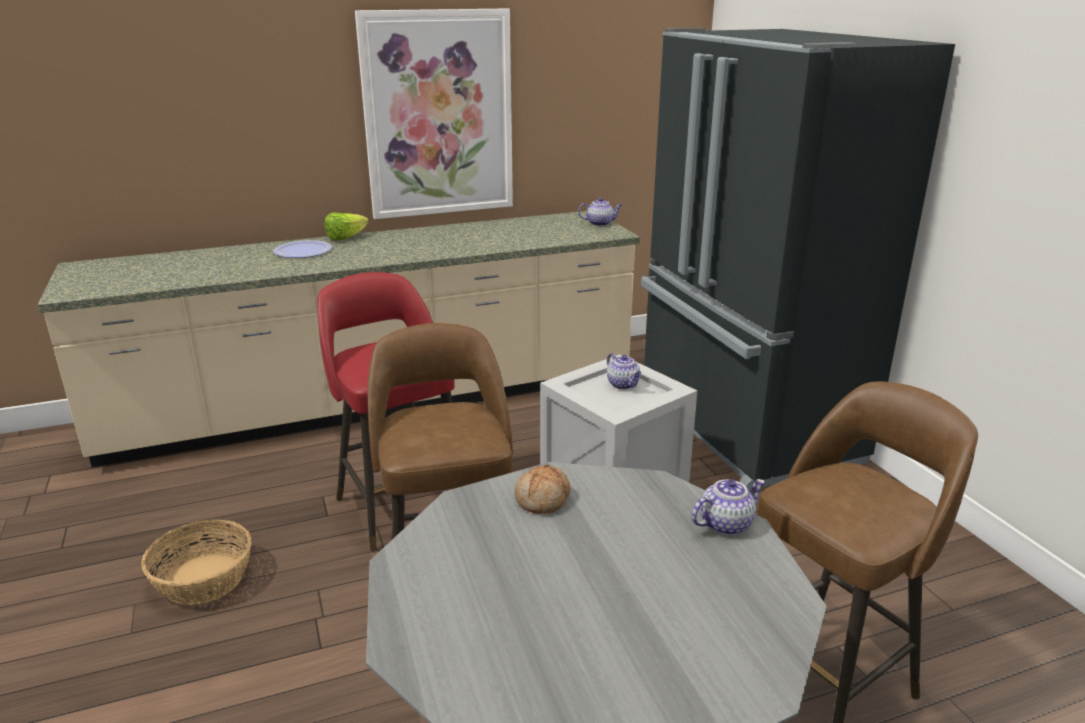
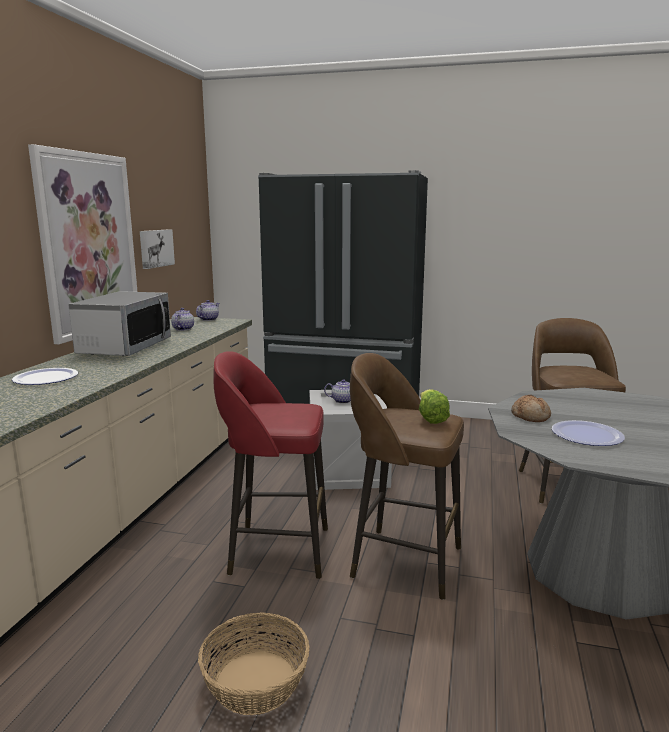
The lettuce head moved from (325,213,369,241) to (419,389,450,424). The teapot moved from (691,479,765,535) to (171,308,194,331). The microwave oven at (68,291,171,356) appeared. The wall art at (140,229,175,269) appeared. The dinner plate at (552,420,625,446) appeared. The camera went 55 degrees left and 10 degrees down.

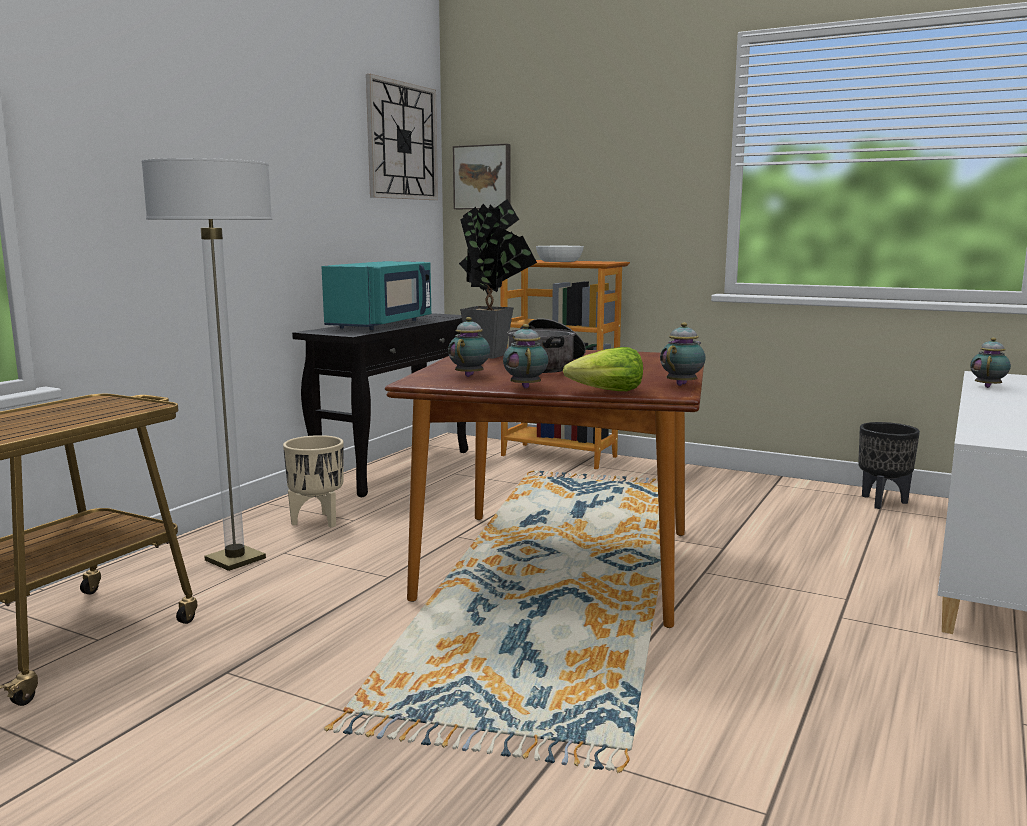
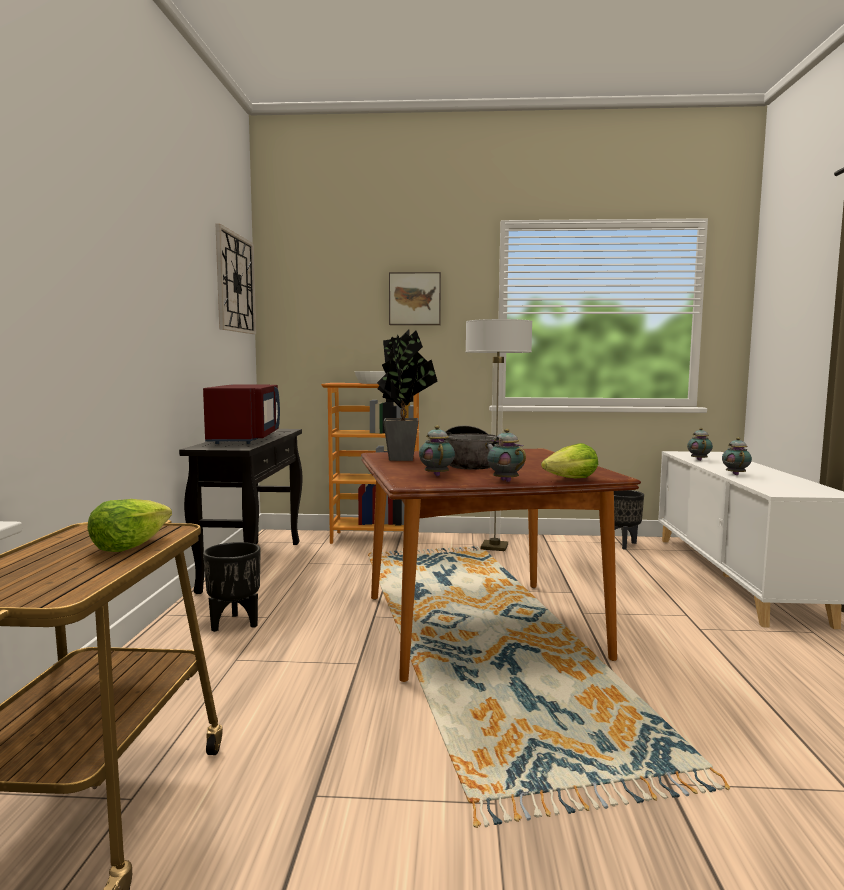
The standing lamp moved from (141,158,273,571) to (465,319,533,551). The beige-coloured plant pot at (283,435,344,528) became the black-coloured plant pot at (203,542,261,632). The turquoise-coloured microwave oven at (322,261,431,330) became the red microwave oven at (203,385,280,444). The wall art moved from (453,144,511,209) to (389,272,441,325). The teapot moved from (660,322,706,386) to (722,437,752,475). The lettuce head at (87,499,172,552) appeared. The camera went 25 degrees left and 5 degrees down.

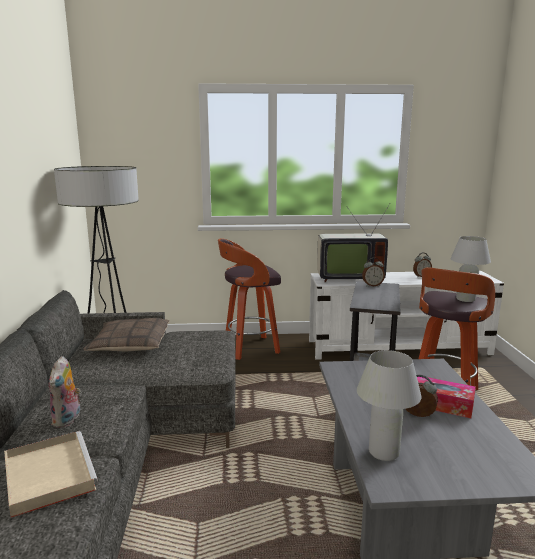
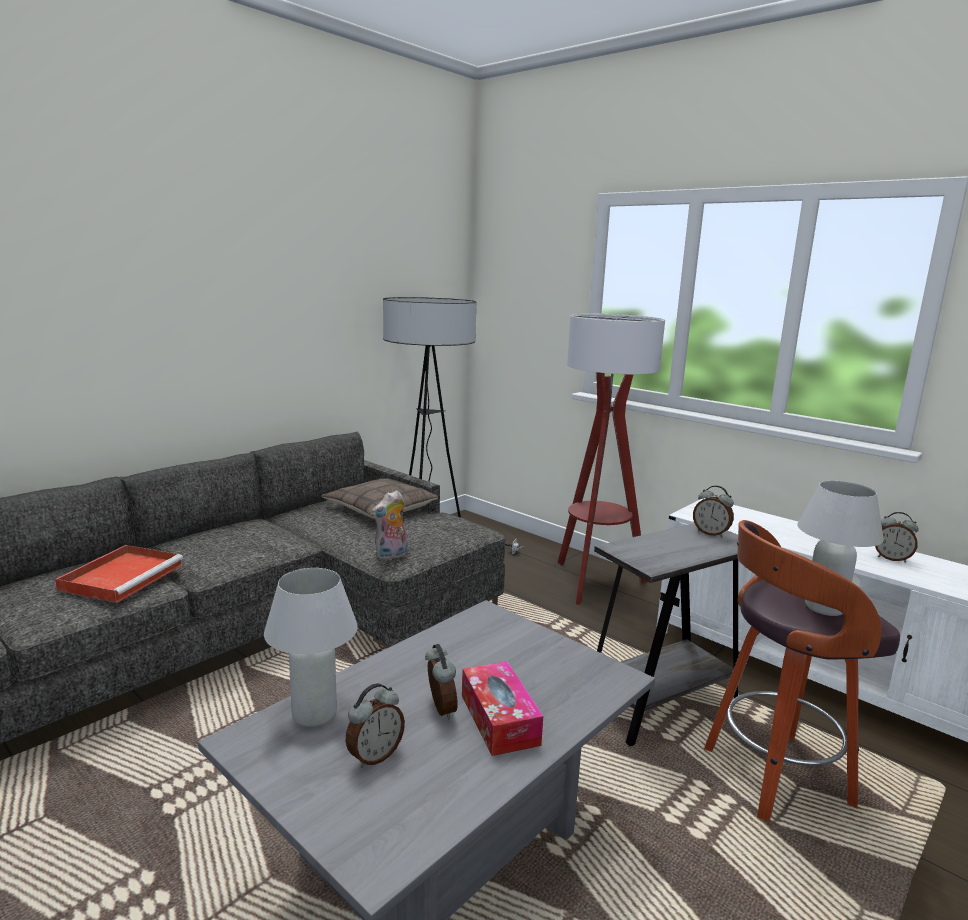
The beige-coloured tray at (4,431,98,518) became the red tray at (55,545,183,603). The soft toy moved from (48,356,81,428) to (372,490,408,561). The stool seat at (218,238,281,360) was replaced by the standing lamp at (557,314,665,605). The television at (317,204,390,282) disappeared. The table clock at (345,683,405,768) appeared. The camera went 45 degrees right and 0 degrees up.

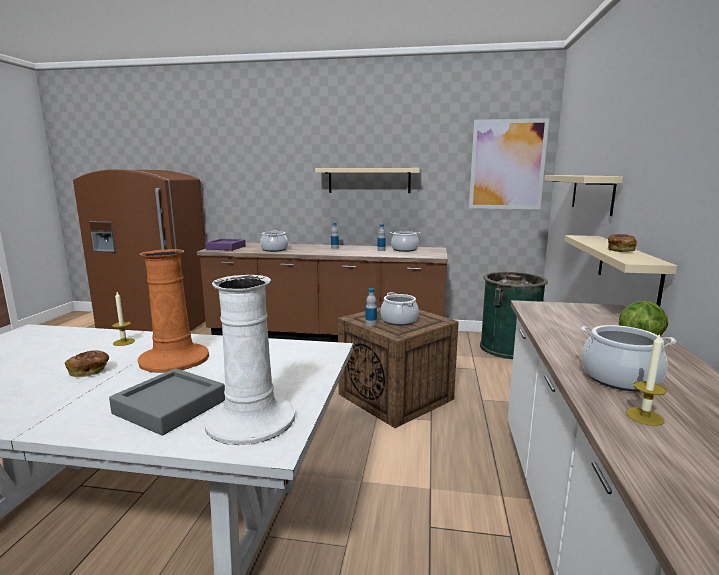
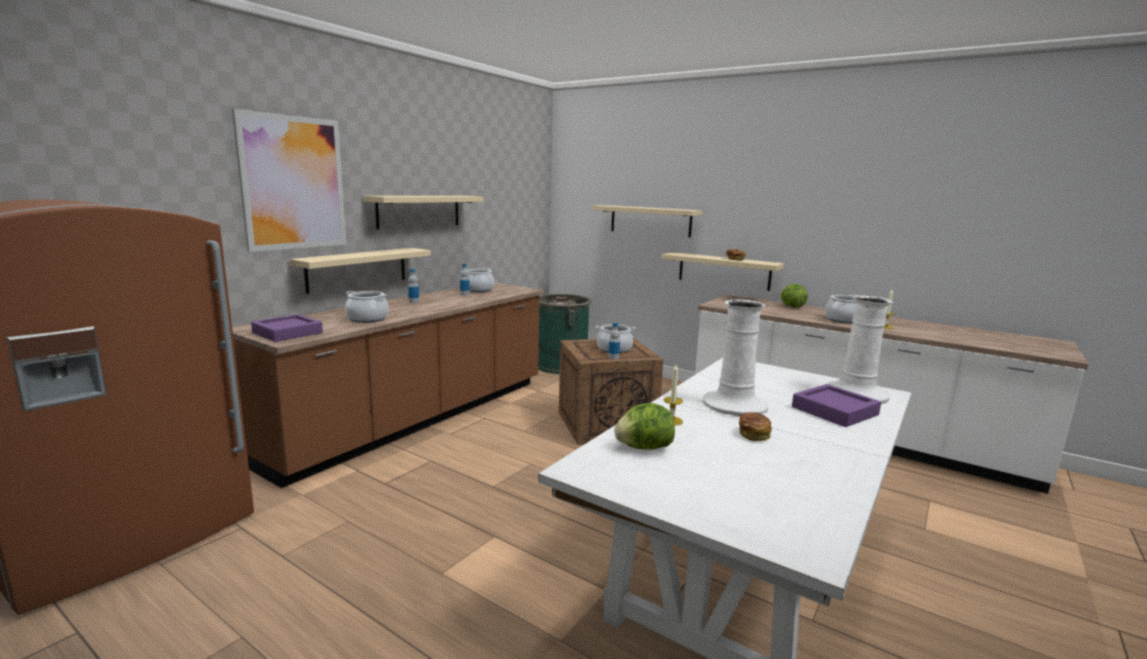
The grey tray at (109,368,225,436) became the purple-coloured tray at (792,384,881,427). The orangey decorative vase at (138,249,209,373) became the white decorative vase at (703,299,768,416). The wall art moved from (469,118,549,209) to (232,109,346,252). The beige-coloured bracket shelf at (290,248,431,294) appeared. The lettuce head at (615,403,675,450) appeared. The camera went 65 degrees left and 0 degrees up.

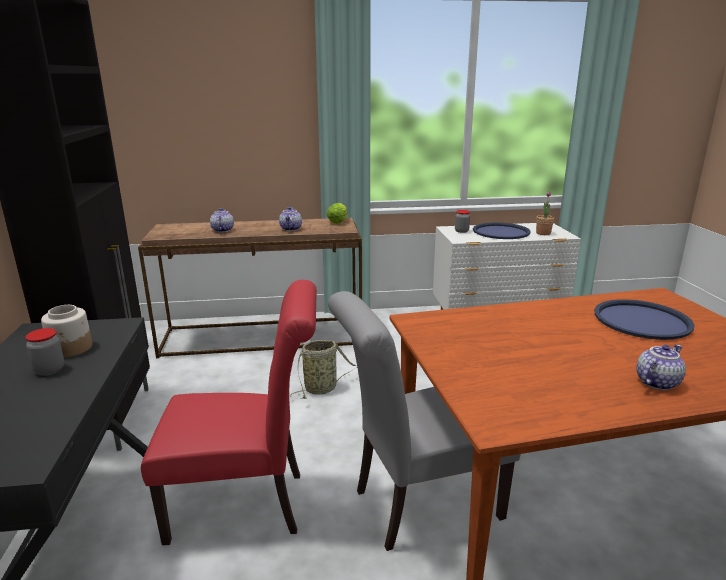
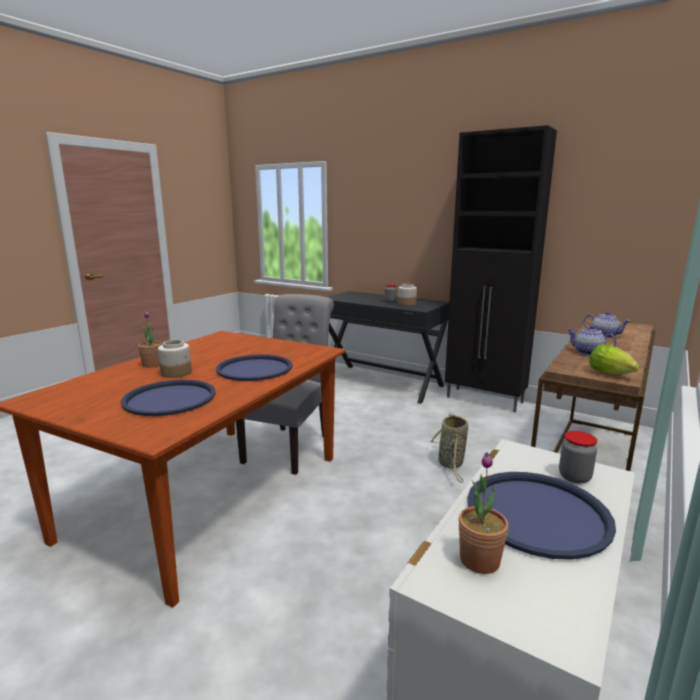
The red plain chair at (141,280,317,545) disappeared. The teapot at (636,344,686,390) was replaced by the potted plant at (138,311,162,368). The preserve jar at (158,340,192,378) appeared. The bluish tray at (216,354,293,381) appeared. The camera went 130 degrees right and 5 degrees down.

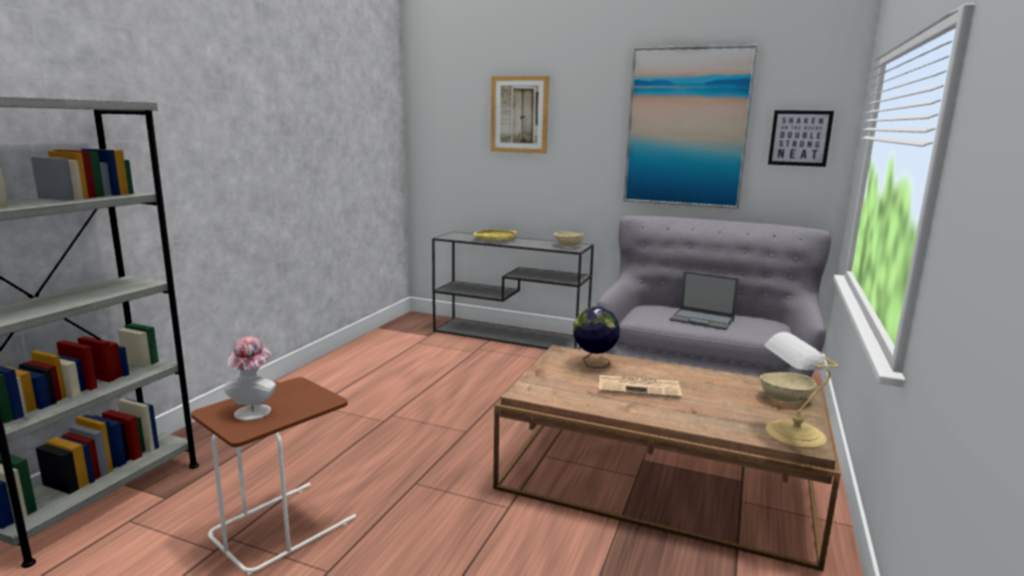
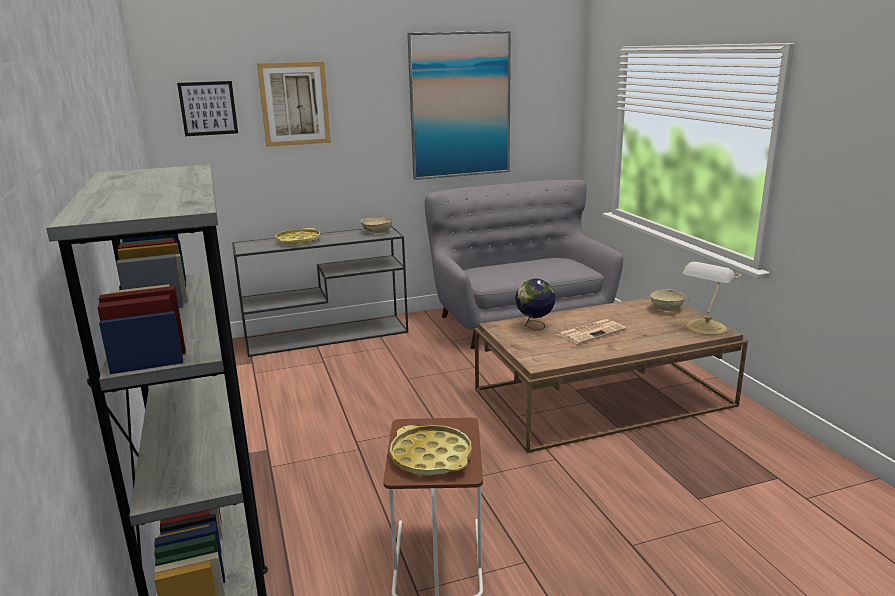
The clothing hat at (224,336,276,421) was replaced by the yellow tray at (390,425,472,475). The notebook computer at (669,271,739,330) disappeared. The wall art moved from (768,110,834,167) to (177,81,238,136). The camera went 40 degrees left and 5 degrees up.

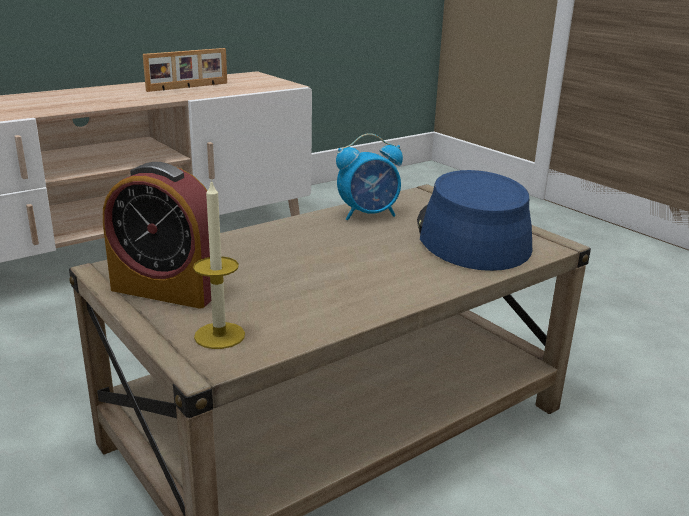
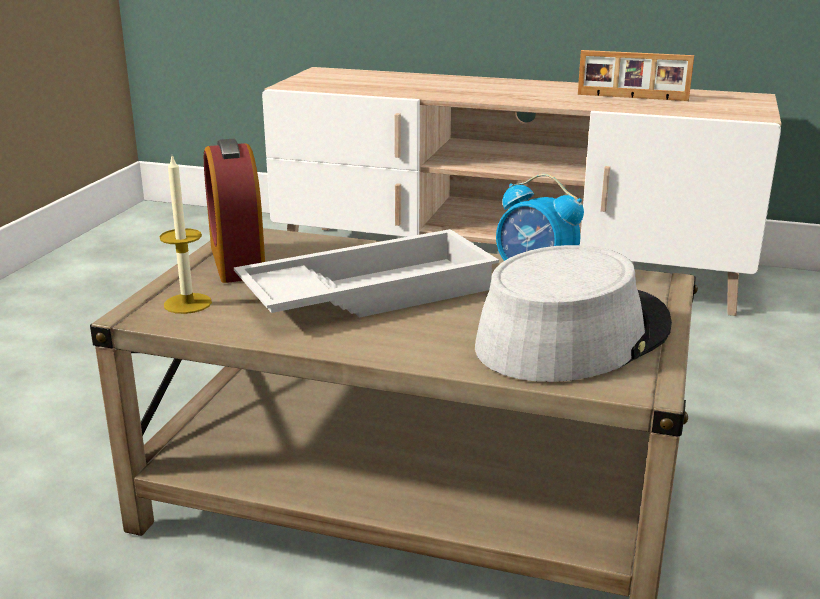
The bluish clothing hat at (417,170,532,271) became the grey clothing hat at (475,245,672,382). The white tray at (234,229,499,318) appeared. The camera went 55 degrees right and 0 degrees up.

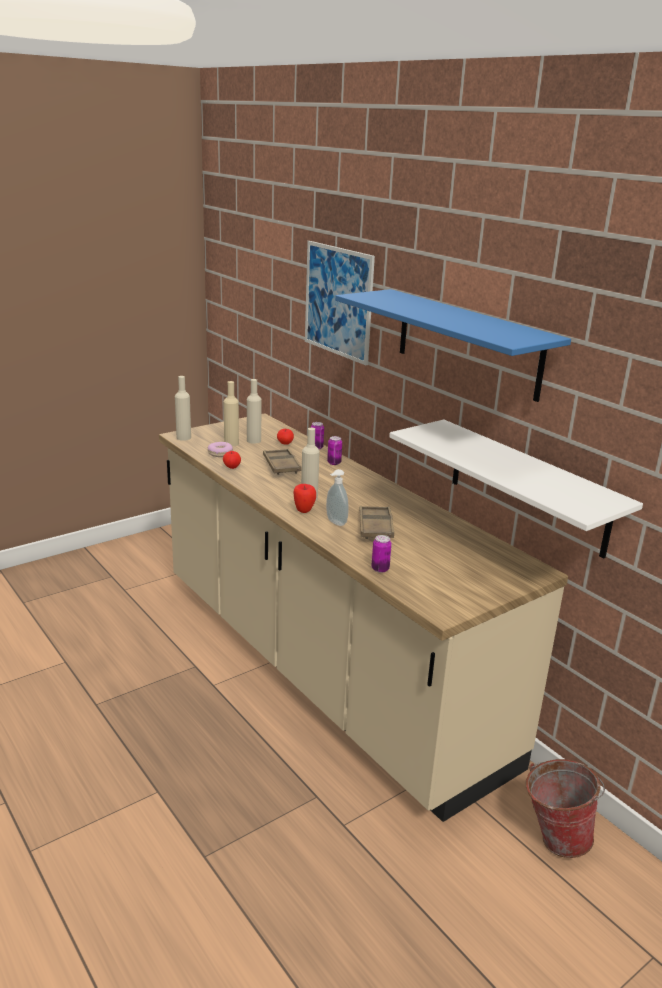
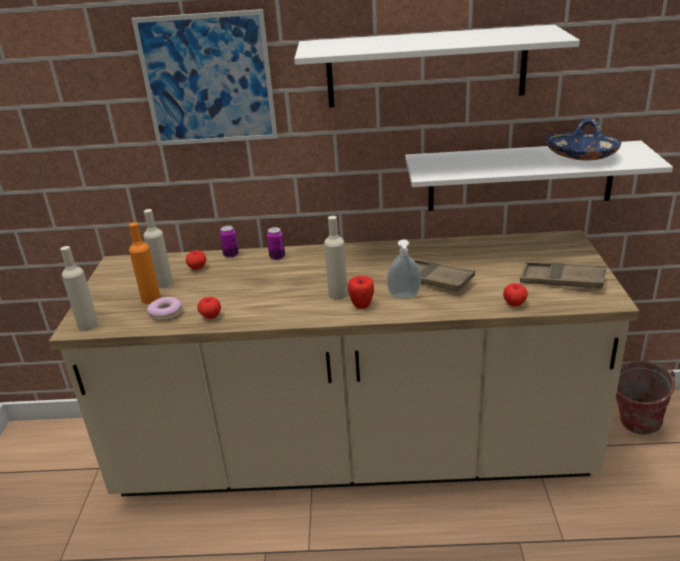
The beige-coloured bottle at (224,381,239,446) became the orangey bottle at (129,222,161,304). The brown tray moved from (263,449,302,475) to (520,262,606,289). The bluish bracket shelf at (335,289,571,402) became the white bracket shelf at (294,25,580,107). The can at (371,535,392,573) was replaced by the apple fruit at (503,283,528,307). The bluish bowl at (546,118,621,160) appeared. The camera went 50 degrees left and 5 degrees up.

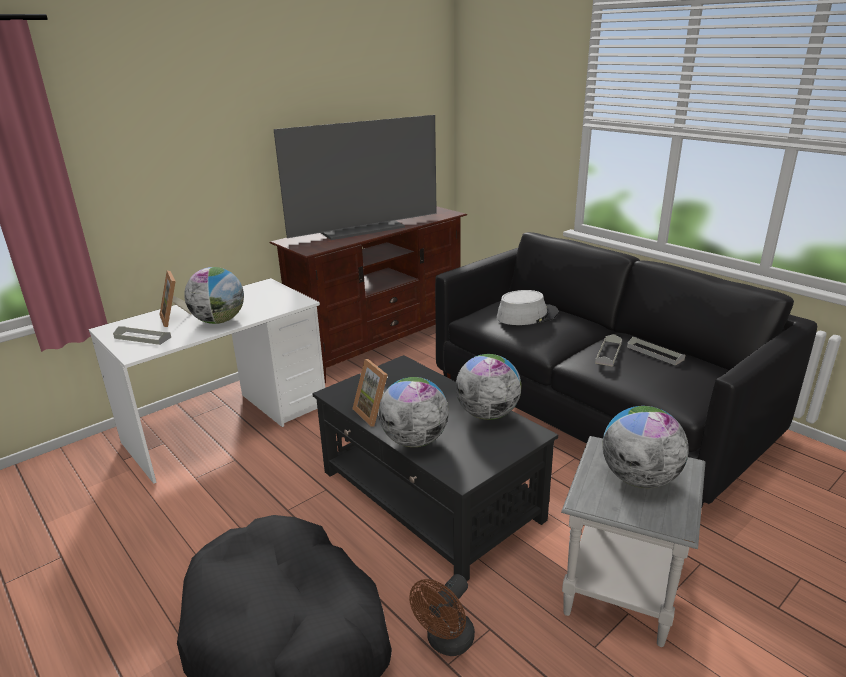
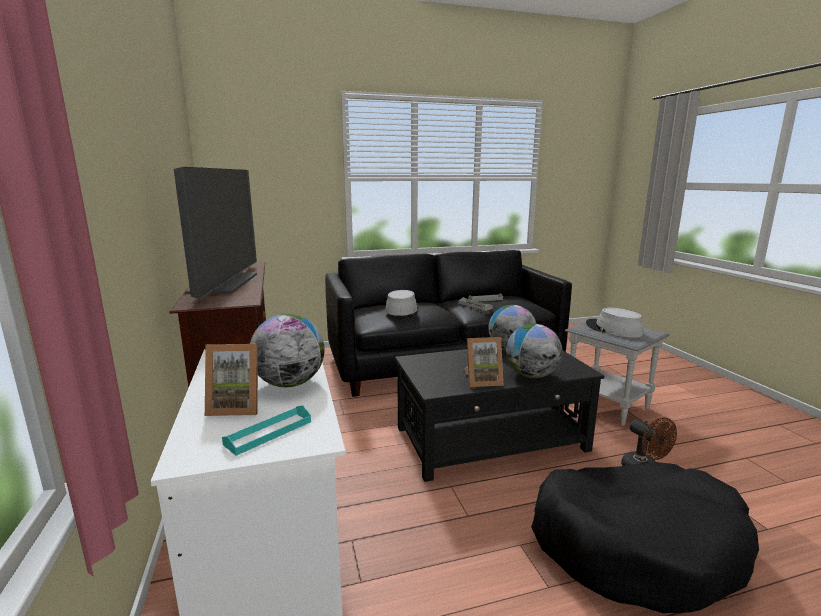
The grey tray at (113,326,171,345) became the turquoise-coloured tray at (222,406,311,456). The globe at (602,406,689,488) was replaced by the grey clothing hat at (586,308,643,338). The camera went 65 degrees left and 10 degrees down.

